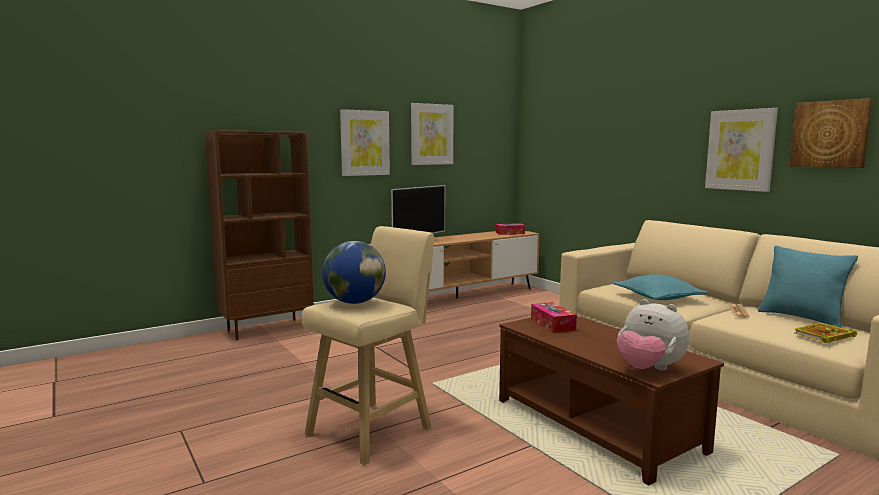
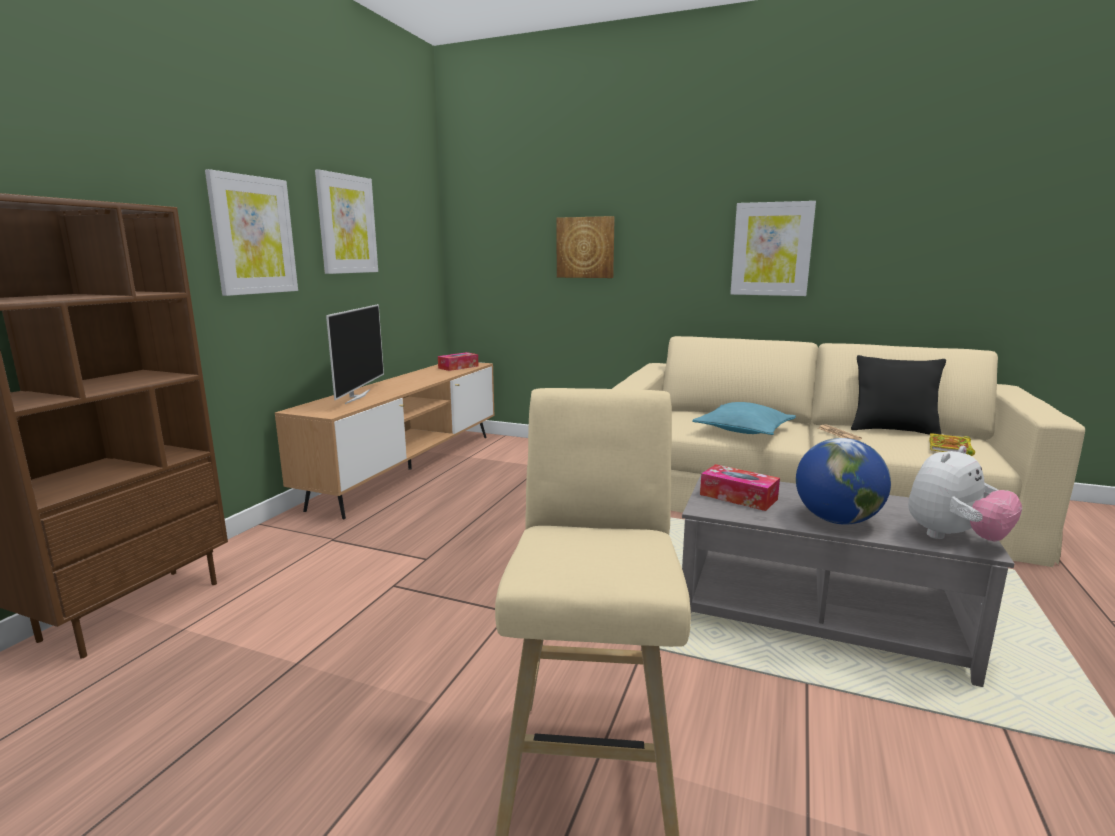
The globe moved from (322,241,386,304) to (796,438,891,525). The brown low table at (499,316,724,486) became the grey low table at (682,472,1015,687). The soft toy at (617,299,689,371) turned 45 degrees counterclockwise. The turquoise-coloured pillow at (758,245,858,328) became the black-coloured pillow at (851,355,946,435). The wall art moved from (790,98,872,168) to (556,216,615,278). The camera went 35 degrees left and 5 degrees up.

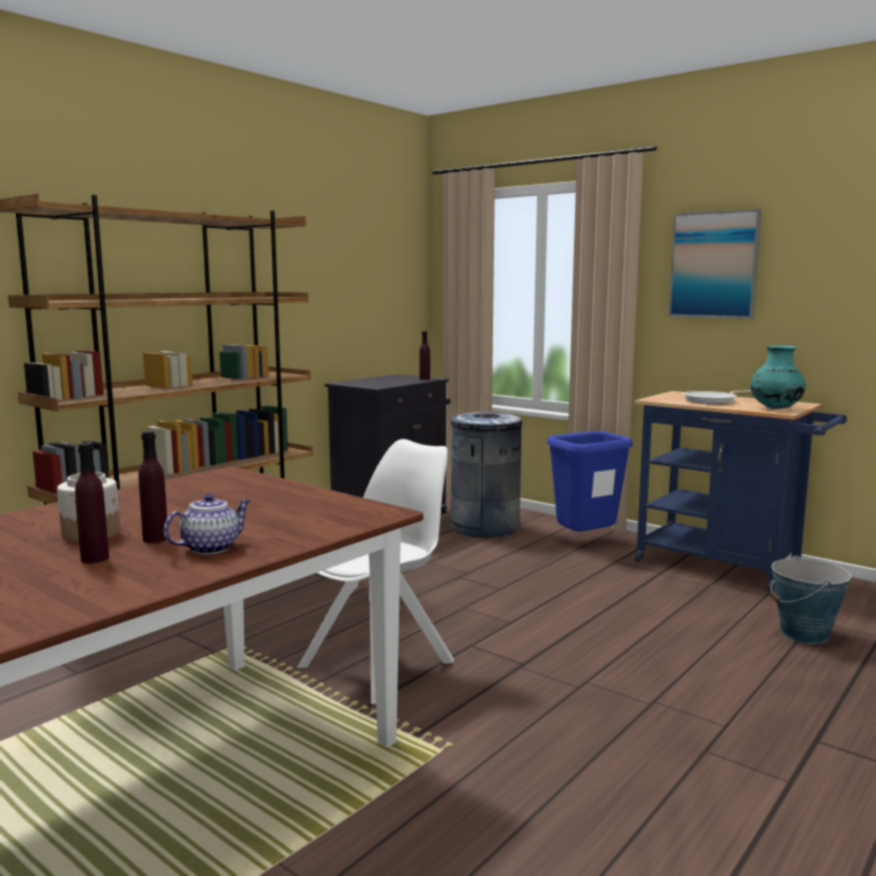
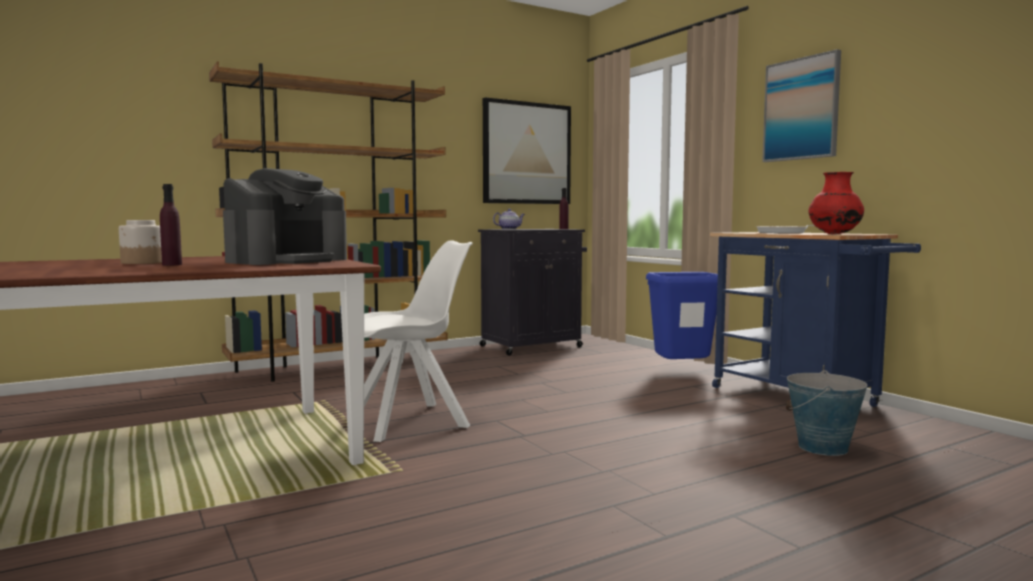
The purple-coloured bottle at (75,443,109,563) disappeared. The teapot moved from (164,494,251,555) to (493,209,525,229). The grey trash can at (451,412,522,538) disappeared. The turquoise-coloured decorative vase at (750,345,806,409) became the red decorative vase at (808,172,864,234). The coffee maker at (223,168,347,265) appeared. The wall art at (483,97,571,204) appeared. The camera went 20 degrees right and 5 degrees down.

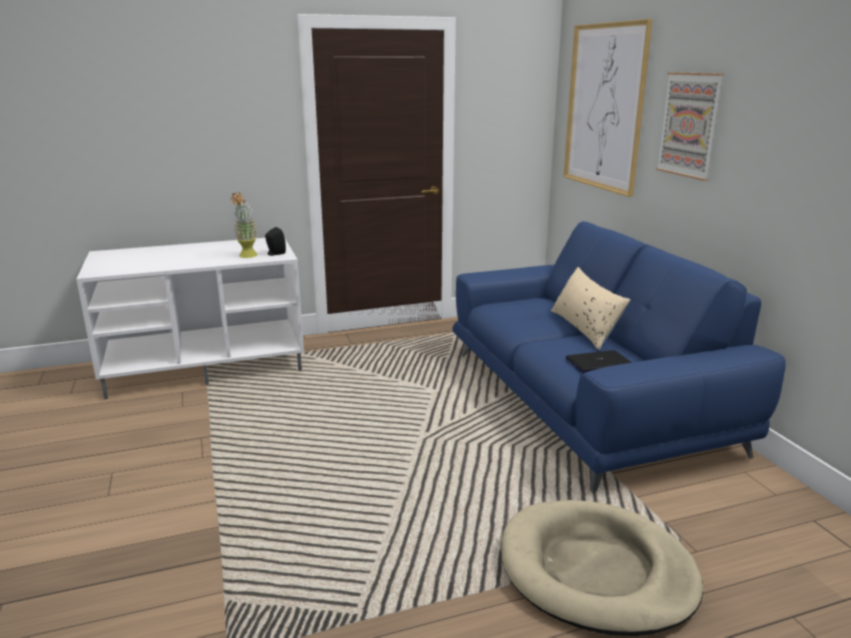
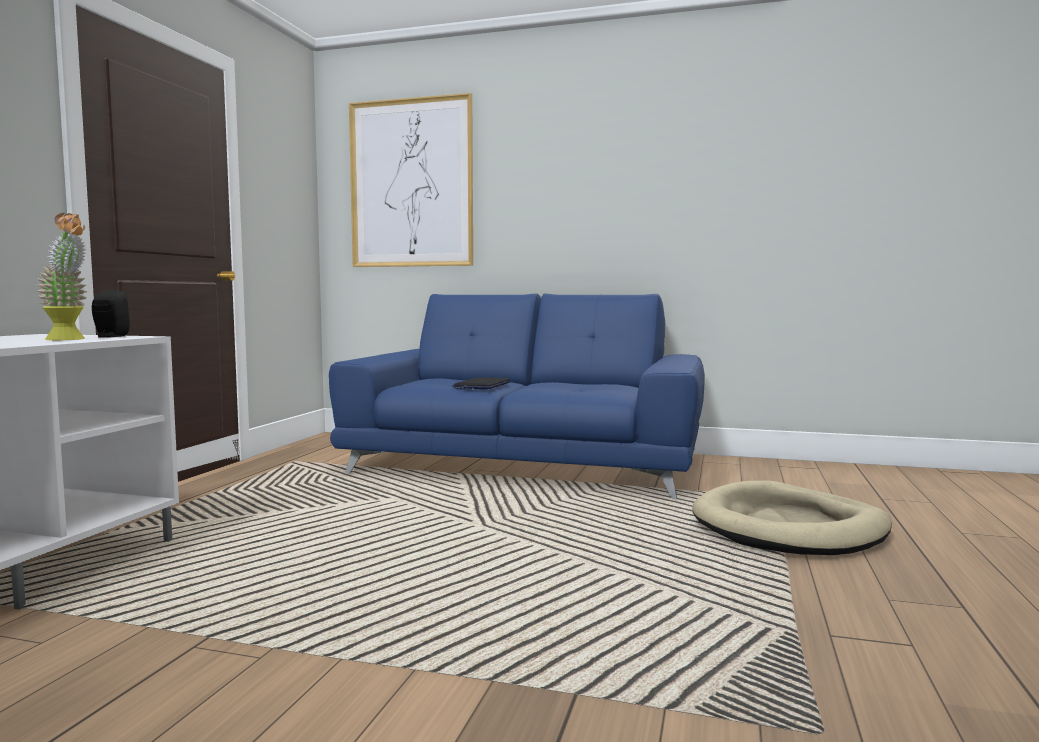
The beige-coloured pillow at (551,267,630,351) disappeared. The notebook computer moved from (566,350,632,373) to (452,377,510,390). The wall art at (656,72,724,181) disappeared. The camera went 55 degrees left and 15 degrees down.

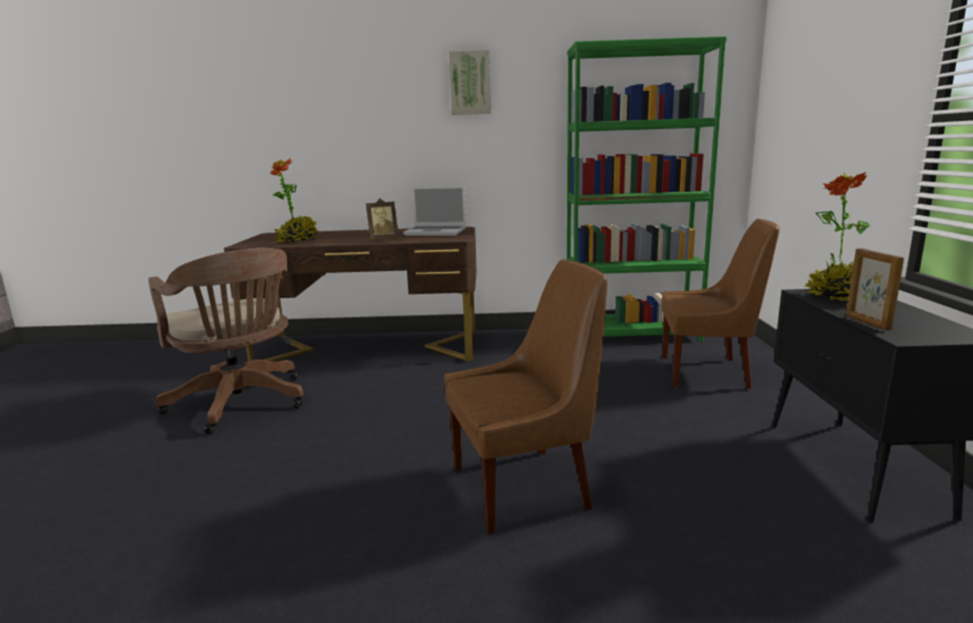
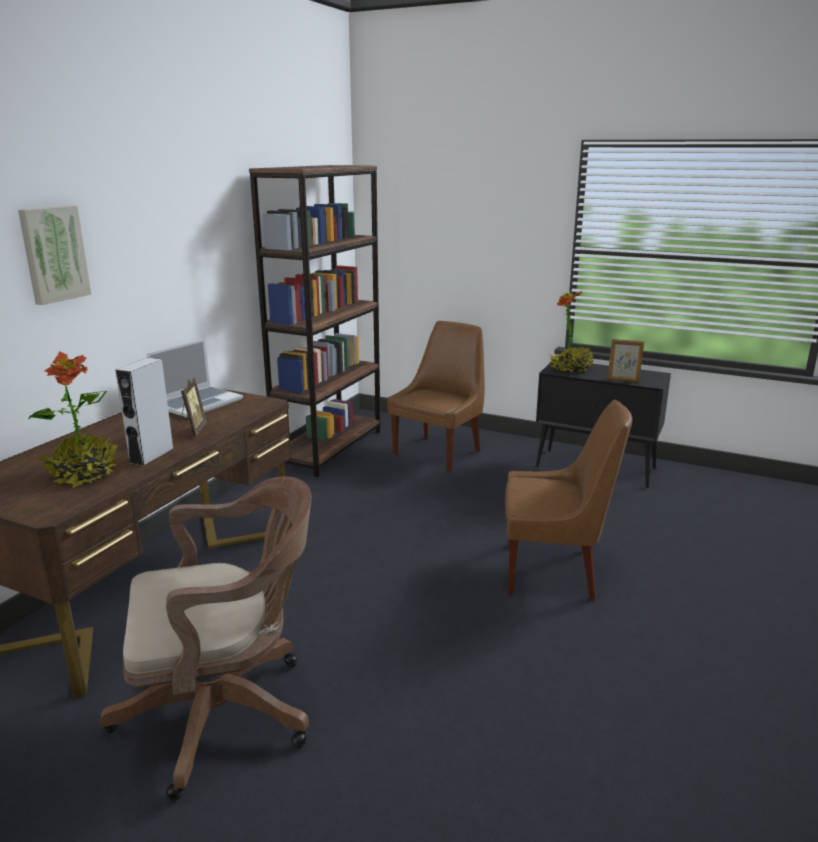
The brown plain chair at (444,259,607,534) turned 90 degrees clockwise. The wall art moved from (449,50,491,115) to (18,205,91,305). The greenish shelving unit at (567,36,727,342) became the brown shelving unit at (249,165,381,477). The grey audio speaker at (115,358,173,466) appeared. The camera went 65 degrees left and 5 degrees up.

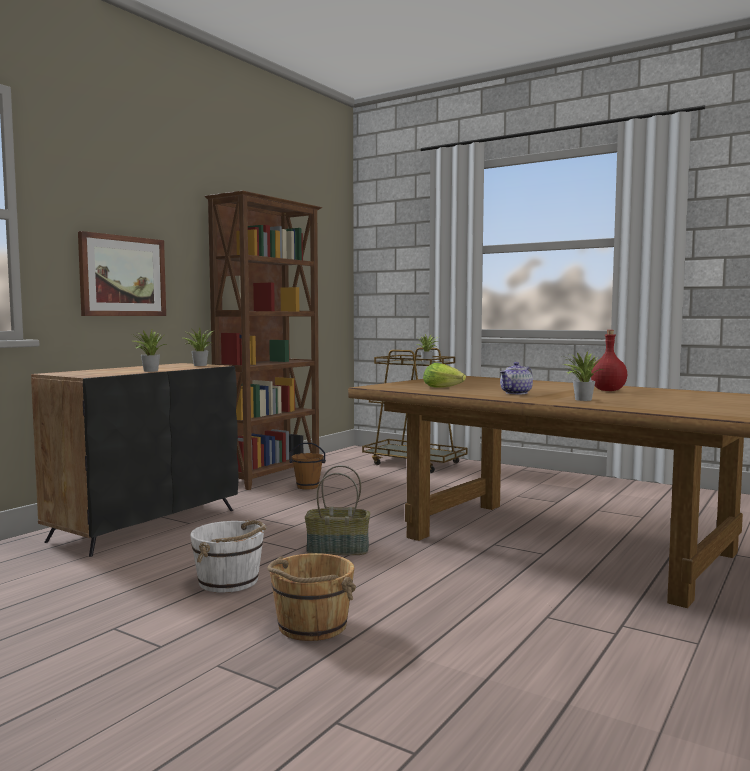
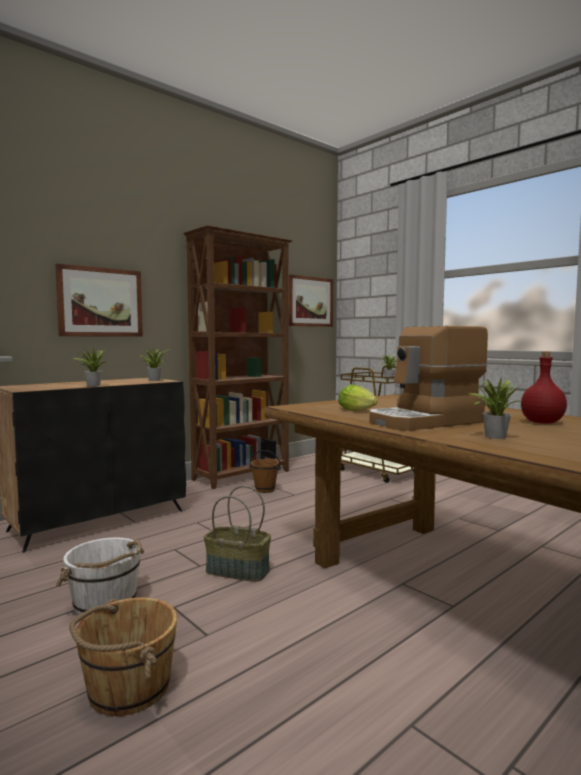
The teapot at (500,362,533,394) was replaced by the coffee maker at (369,326,488,431). The wall art at (289,274,333,327) appeared. The camera went 15 degrees right and 0 degrees up.

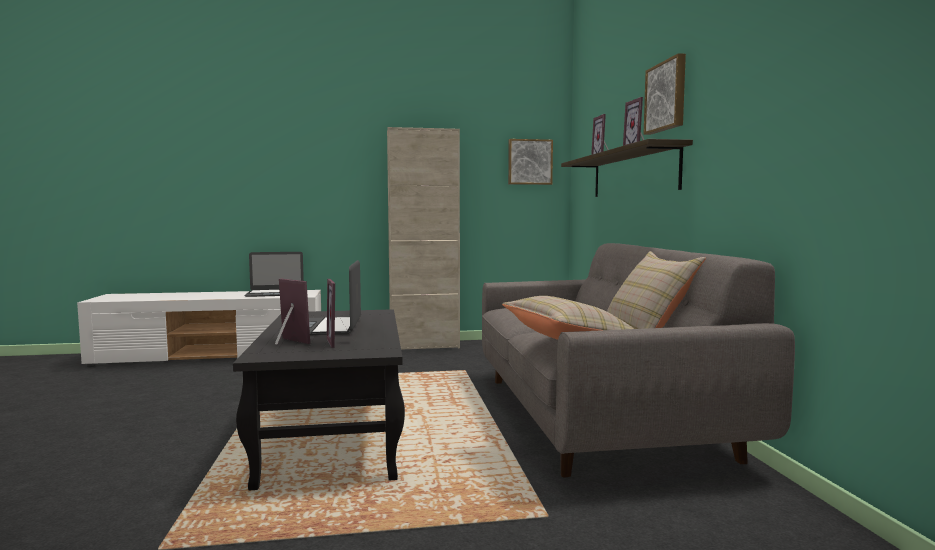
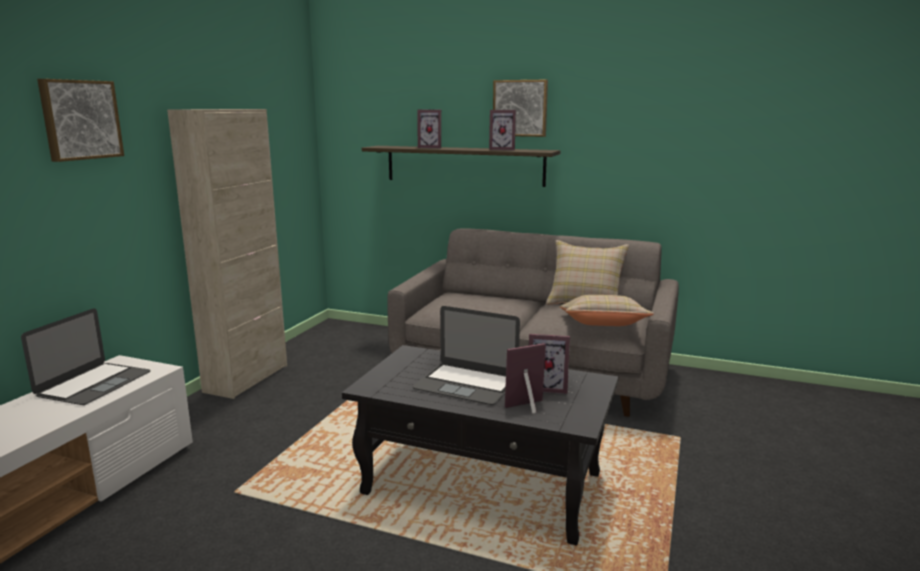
The wall art moved from (508,139,553,185) to (37,79,124,162). The camera went 60 degrees left and 10 degrees up.

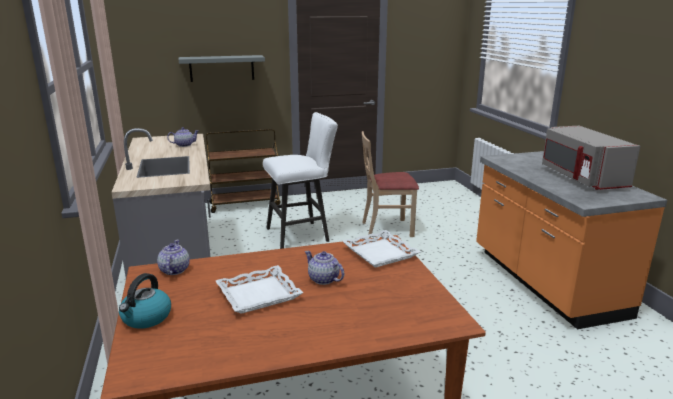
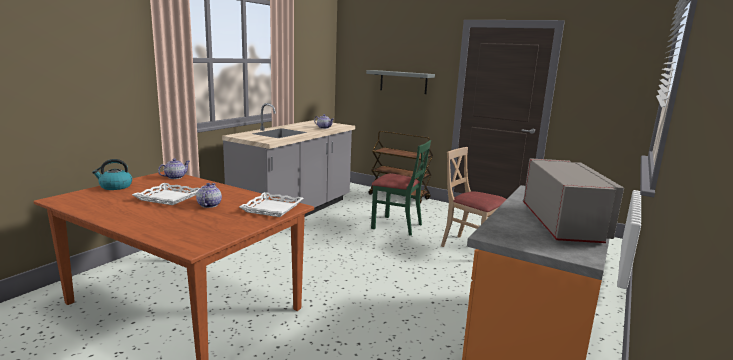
The white stool seat at (263,112,338,249) was replaced by the greenish plain chair at (371,140,431,236). The grey microwave oven at (542,126,640,190) turned 150 degrees clockwise. The camera went 45 degrees right and 5 degrees down.

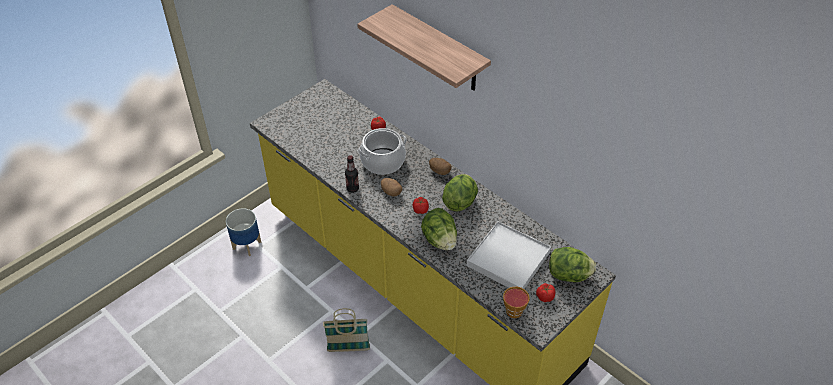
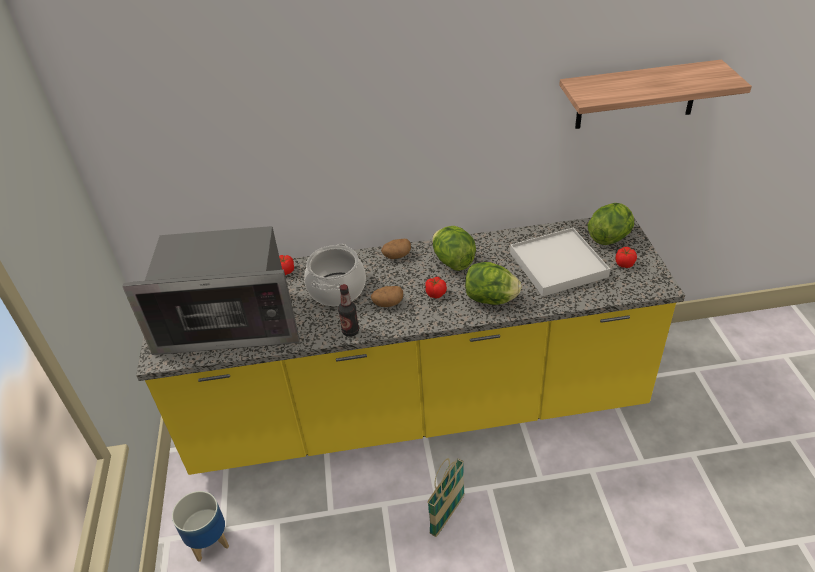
The bracket shelf moved from (357,4,491,91) to (559,60,752,129). The small cup at (503,287,529,318) disappeared. The microwave oven at (122,226,300,355) appeared. The camera went 50 degrees left and 5 degrees down.

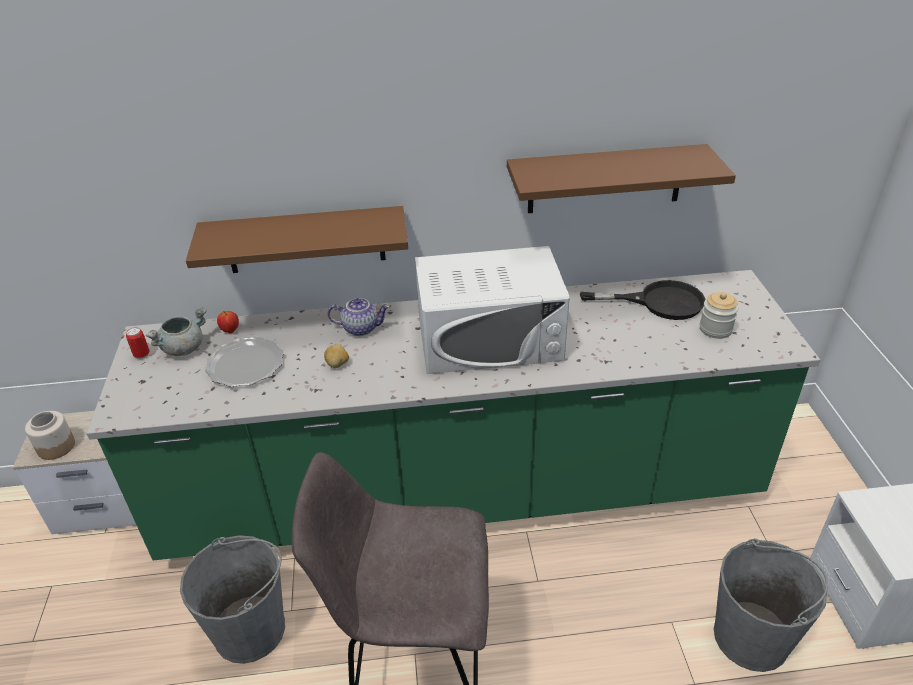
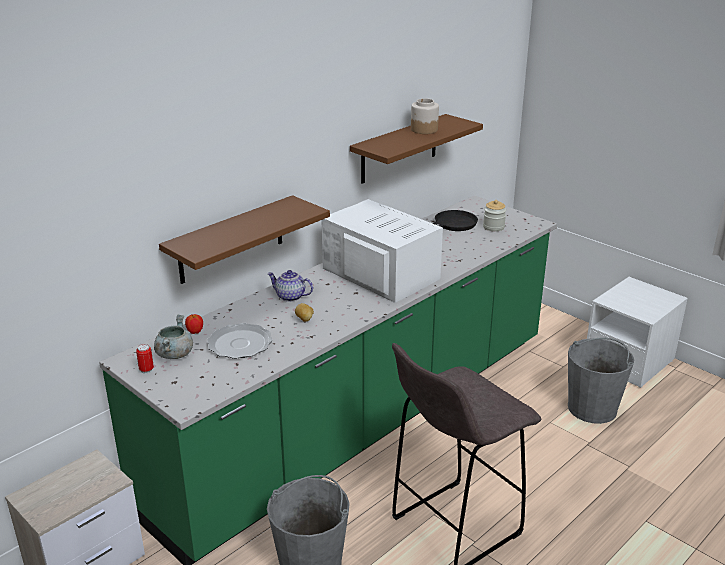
The preserve jar moved from (25,411,75,460) to (411,98,439,134). The teapot at (328,298,390,336) turned 120 degrees counterclockwise. The white microwave oven at (415,246,570,374) turned 90 degrees counterclockwise. The camera went 40 degrees left and 10 degrees down.

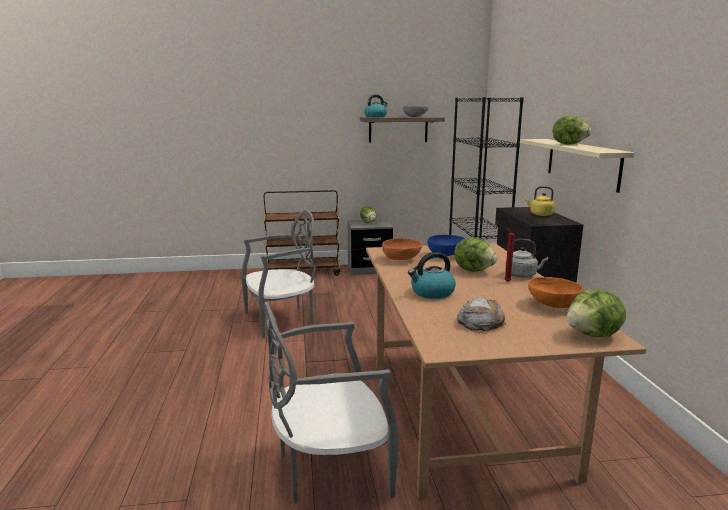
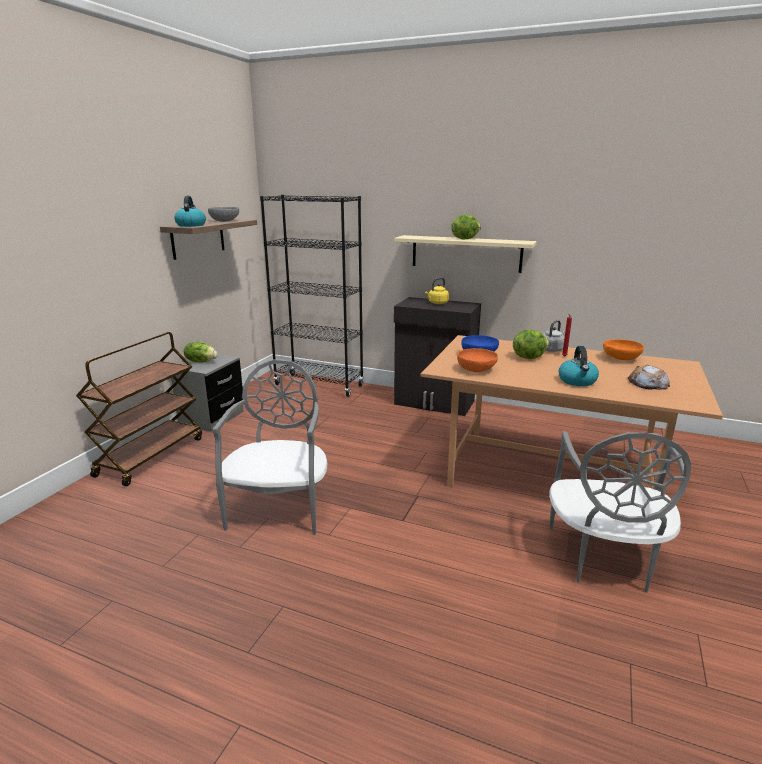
The lettuce head at (566,289,626,337) disappeared. The camera went 60 degrees left and 5 degrees up.

